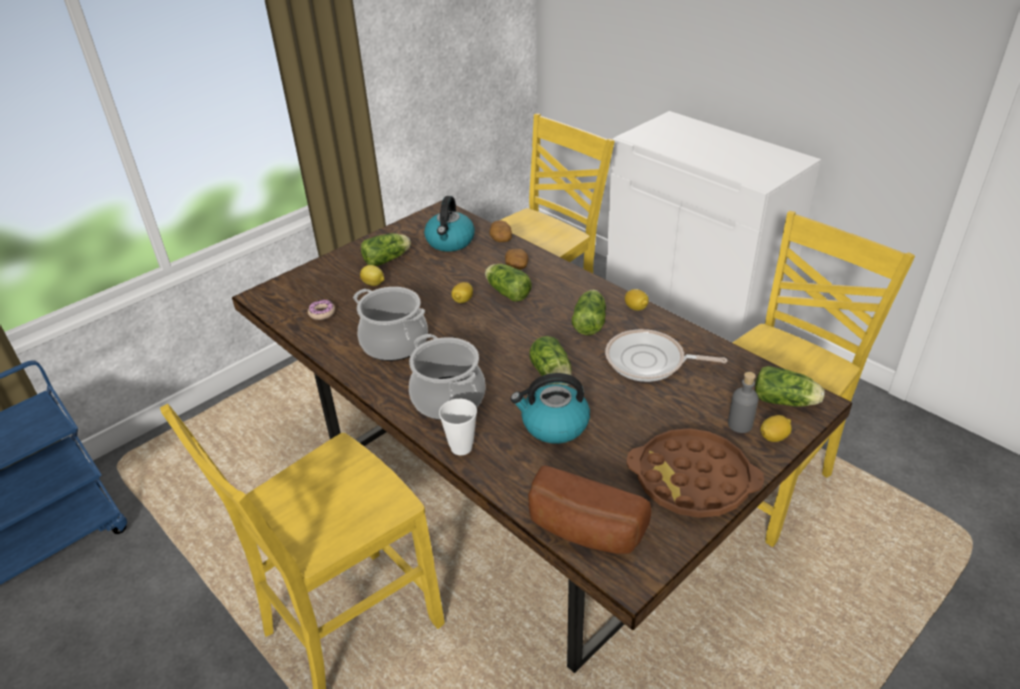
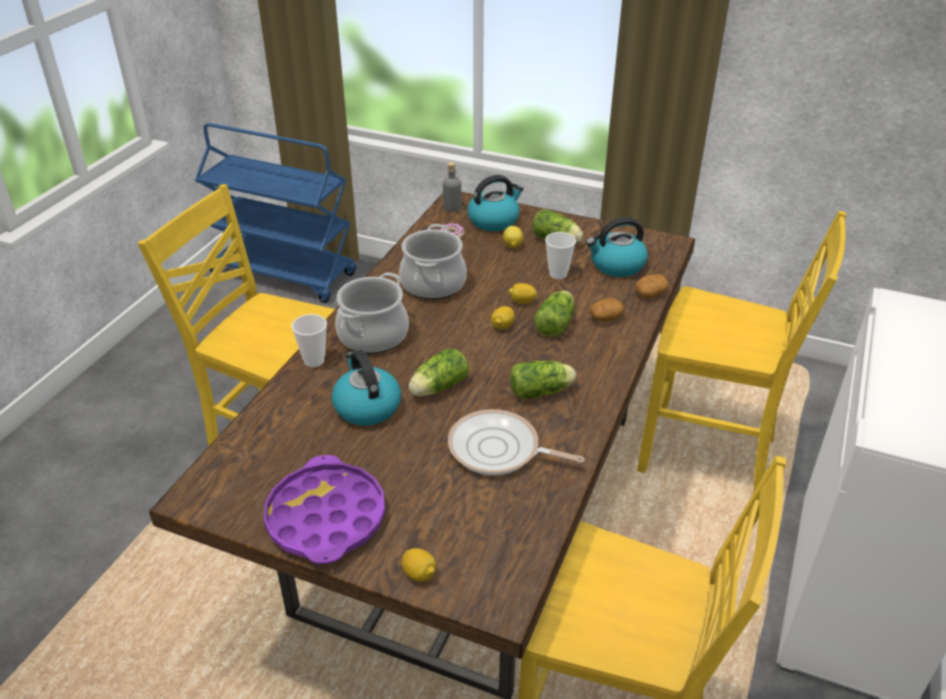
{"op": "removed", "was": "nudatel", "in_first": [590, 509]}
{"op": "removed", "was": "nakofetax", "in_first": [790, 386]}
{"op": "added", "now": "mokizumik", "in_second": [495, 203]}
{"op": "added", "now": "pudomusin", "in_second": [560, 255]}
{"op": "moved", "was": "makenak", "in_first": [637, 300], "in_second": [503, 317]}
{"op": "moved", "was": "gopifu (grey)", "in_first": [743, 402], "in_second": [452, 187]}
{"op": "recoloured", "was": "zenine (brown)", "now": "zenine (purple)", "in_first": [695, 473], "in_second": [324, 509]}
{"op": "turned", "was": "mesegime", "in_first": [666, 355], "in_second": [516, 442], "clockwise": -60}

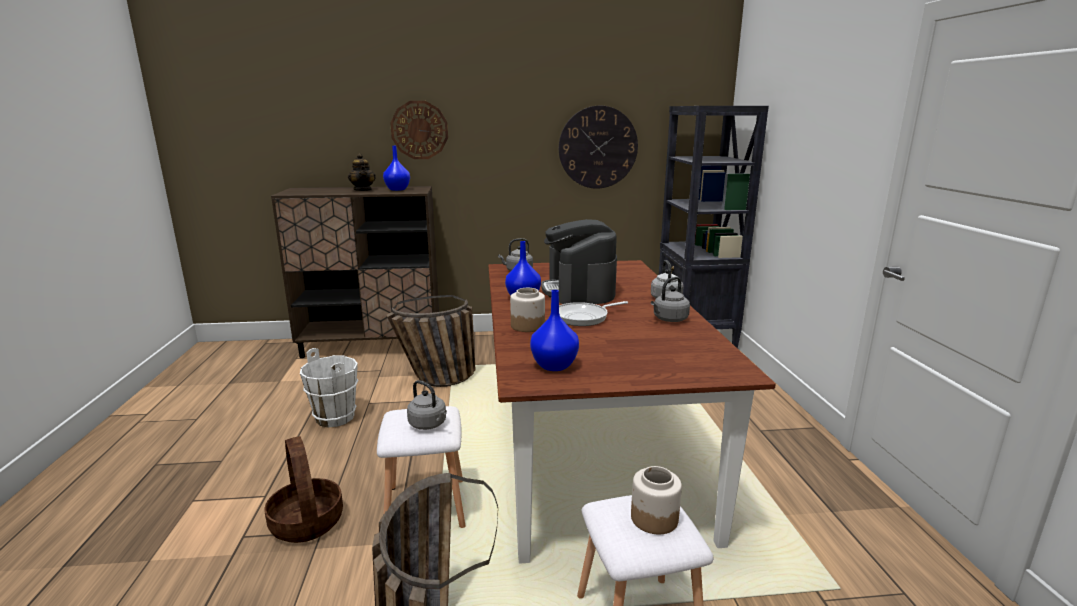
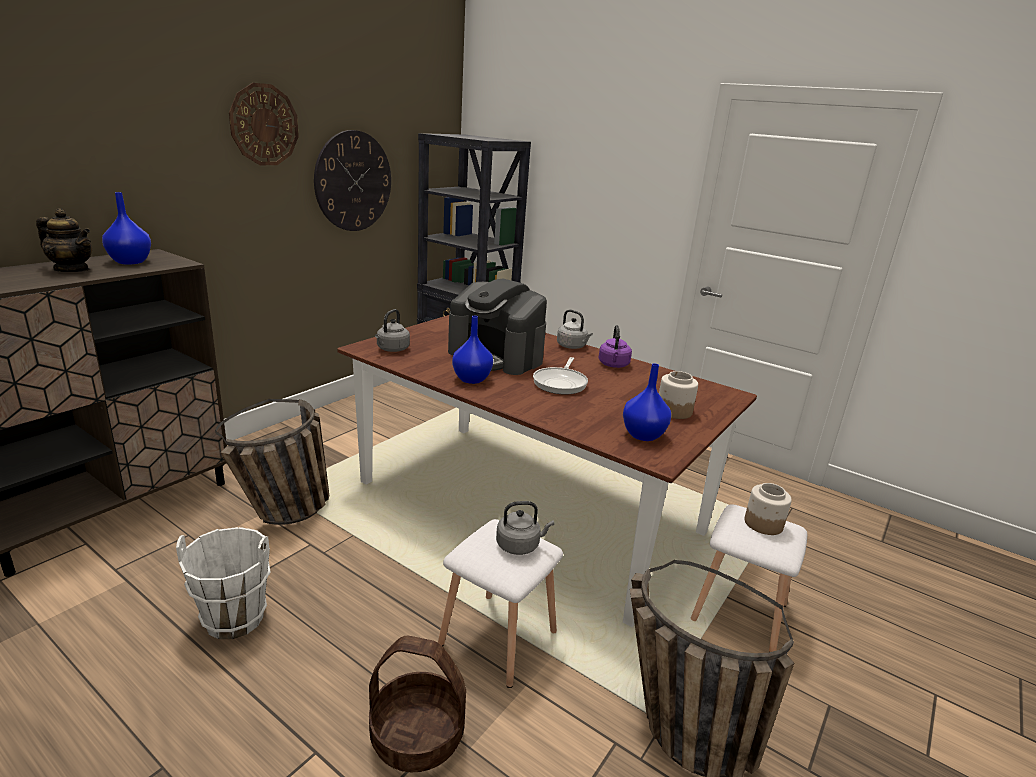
{"op": "moved", "was": "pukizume", "in_first": [419, 130], "in_second": [264, 124]}
{"op": "moved", "was": "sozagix", "in_first": [527, 310], "in_second": [678, 395]}
{"op": "recoloured", "was": "mokizumik (grey)", "now": "mokizumik (purple)", "in_first": [670, 299], "in_second": [615, 346]}

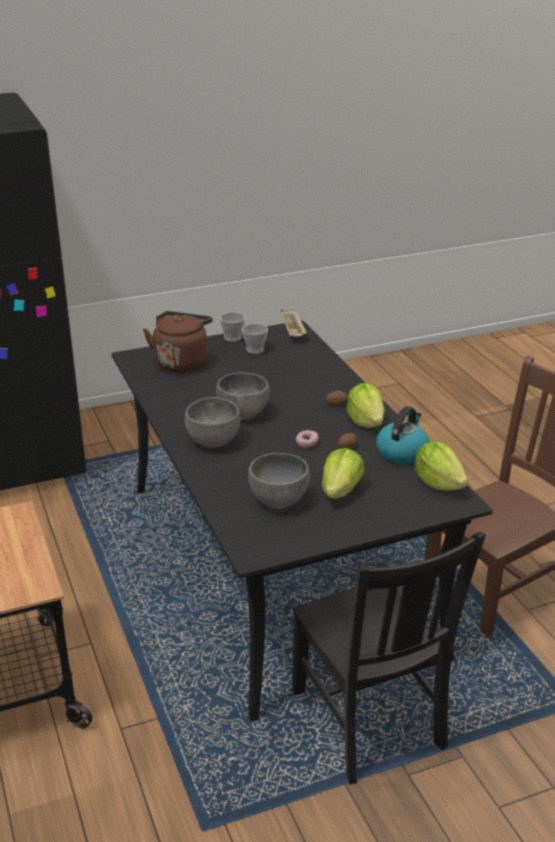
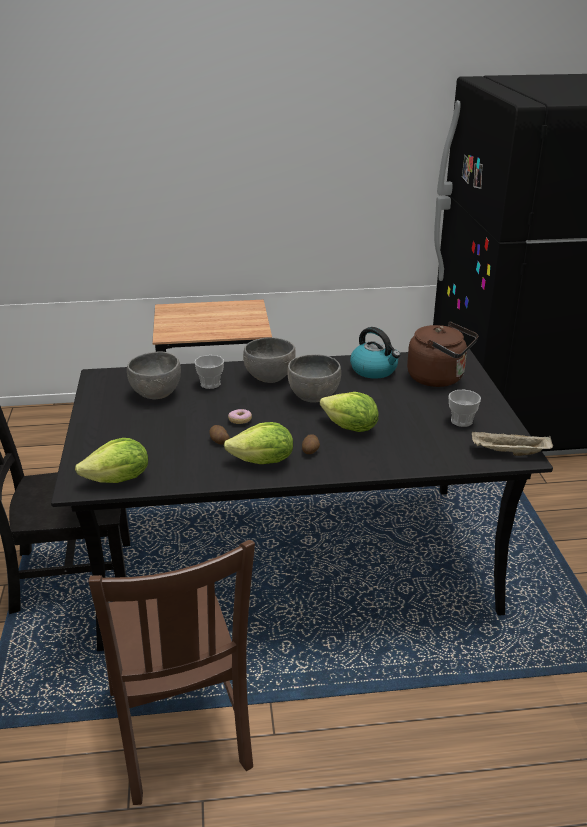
{"op": "moved", "was": "pudomusin", "in_first": [232, 327], "in_second": [209, 372]}
{"op": "moved", "was": "nakofetax", "in_first": [343, 473], "in_second": [349, 412]}
{"op": "moved", "was": "mokizumik", "in_first": [402, 435], "in_second": [375, 353]}

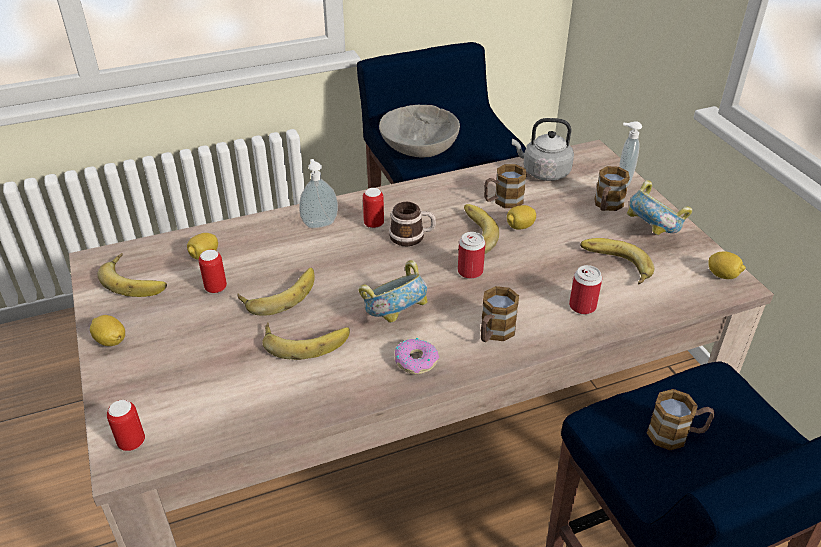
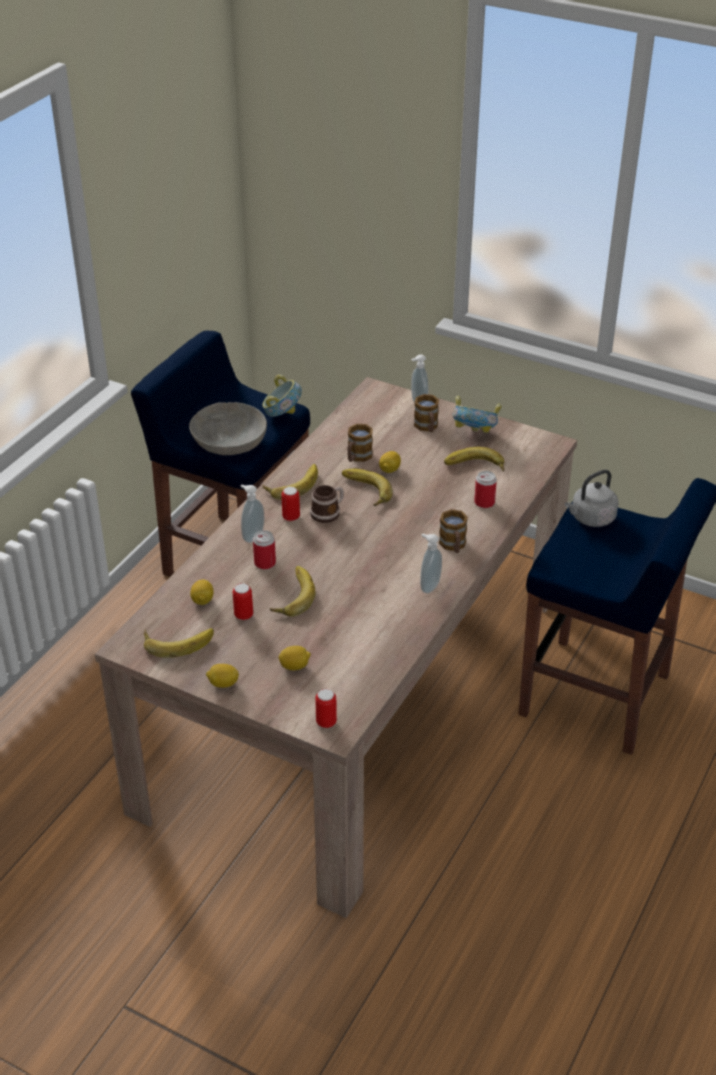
{"op": "removed", "was": "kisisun", "in_first": [680, 419]}
{"op": "moved", "was": "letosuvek", "in_first": [306, 341], "in_second": [290, 482]}
{"op": "moved", "was": "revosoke", "in_first": [393, 291], "in_second": [282, 396]}
{"op": "moved", "was": "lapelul", "in_first": [471, 255], "in_second": [264, 549]}
{"op": "moved", "was": "mokizumik (grey)", "in_first": [543, 149], "in_second": [592, 498]}
{"op": "moved", "was": "makenak", "in_first": [727, 265], "in_second": [295, 658]}
{"op": "replaced", "was": "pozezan", "now": "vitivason", "in_first": [417, 356], "in_second": [431, 563]}

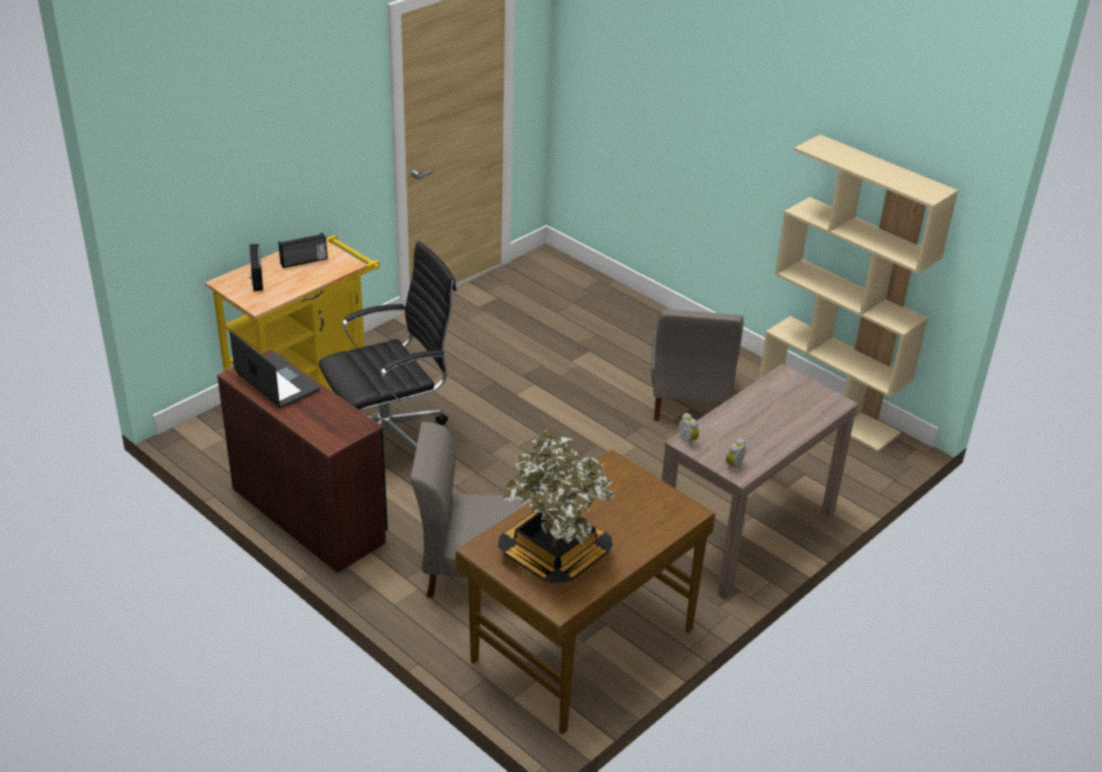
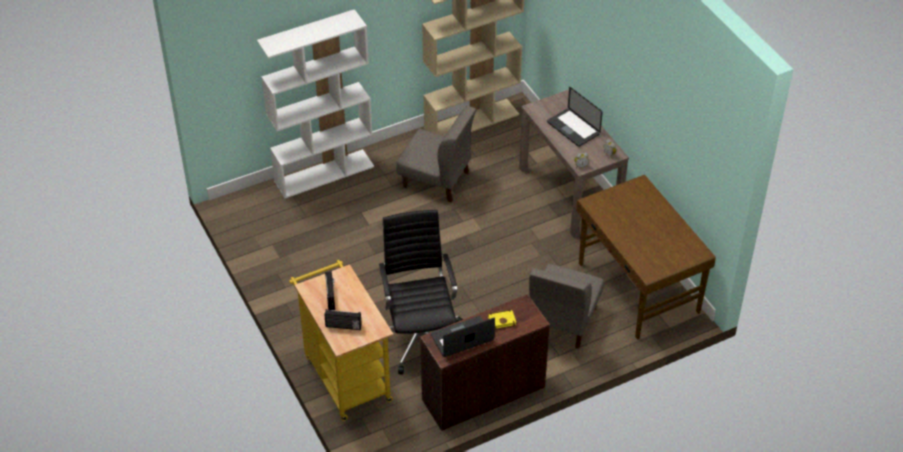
{"op": "removed", "was": "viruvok", "in_first": [556, 506]}
{"op": "added", "now": "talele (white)", "in_second": [315, 103]}
{"op": "added", "now": "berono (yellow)", "in_second": [502, 319]}
{"op": "added", "now": "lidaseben", "in_second": [575, 117]}

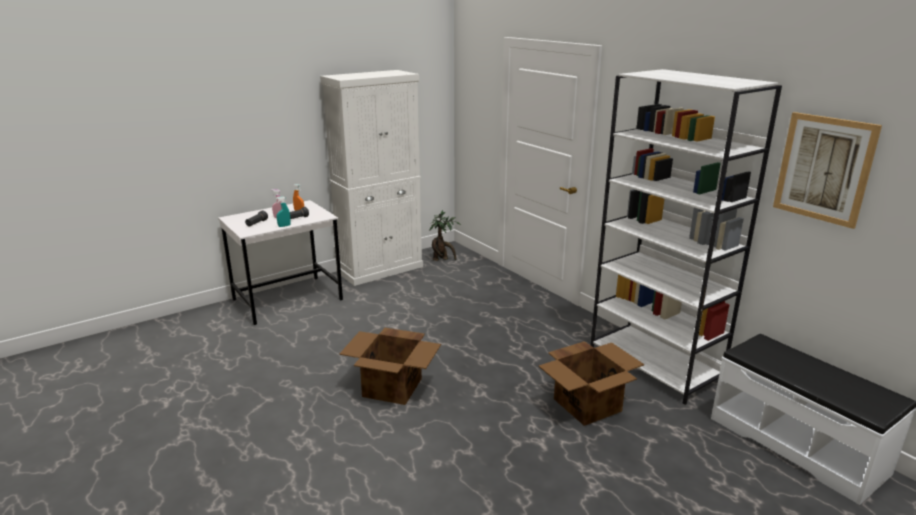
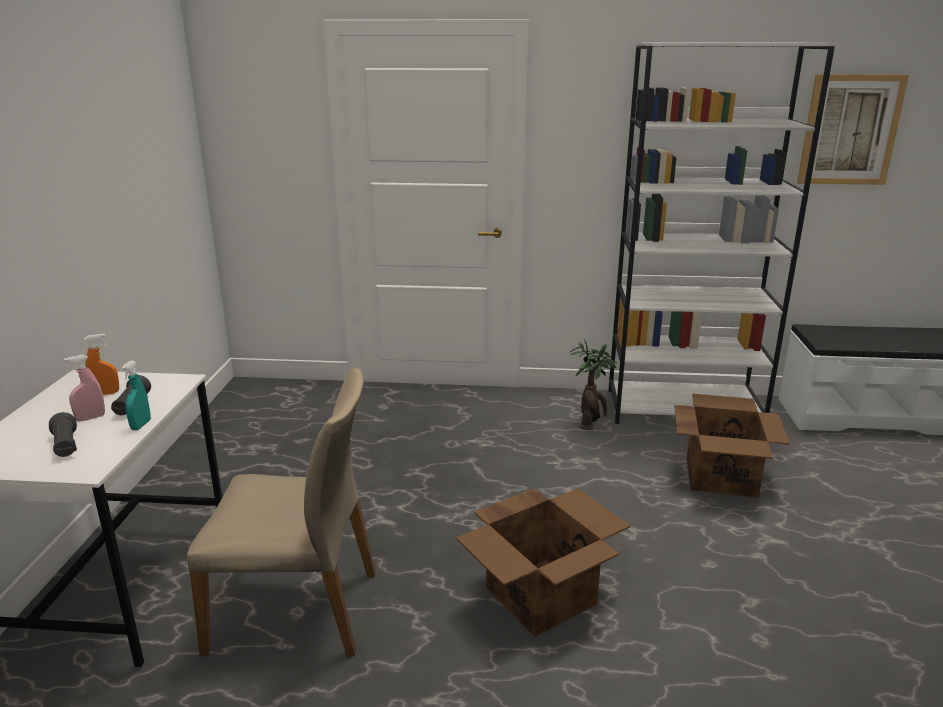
{"op": "removed", "was": "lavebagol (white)", "in_first": [371, 178]}
{"op": "added", "now": "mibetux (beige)", "in_second": [281, 512]}
{"op": "moved", "was": "viruvok", "in_first": [445, 235], "in_second": [593, 384]}

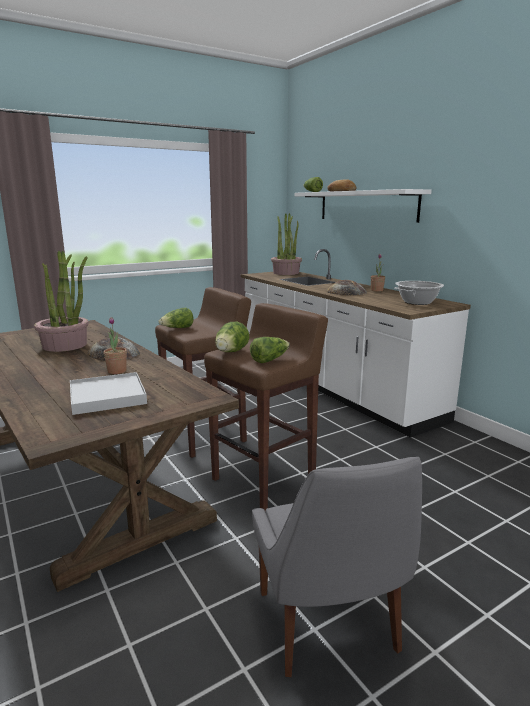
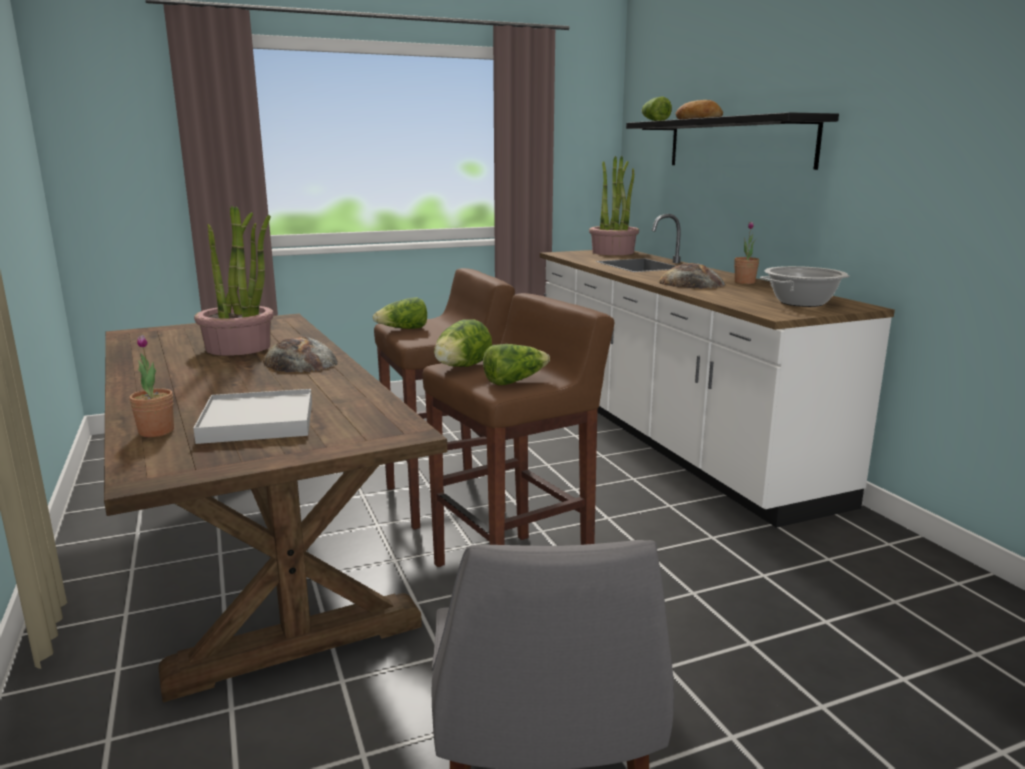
{"op": "moved", "was": "viruvok", "in_first": [115, 345], "in_second": [151, 386]}
{"op": "recoloured", "was": "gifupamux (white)", "now": "gifupamux (black)", "in_first": [363, 206], "in_second": [732, 141]}

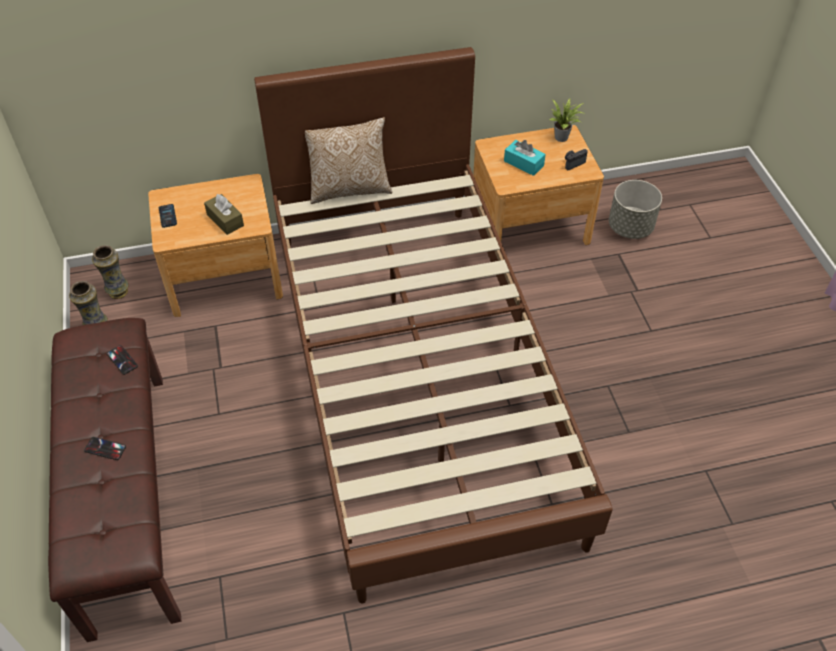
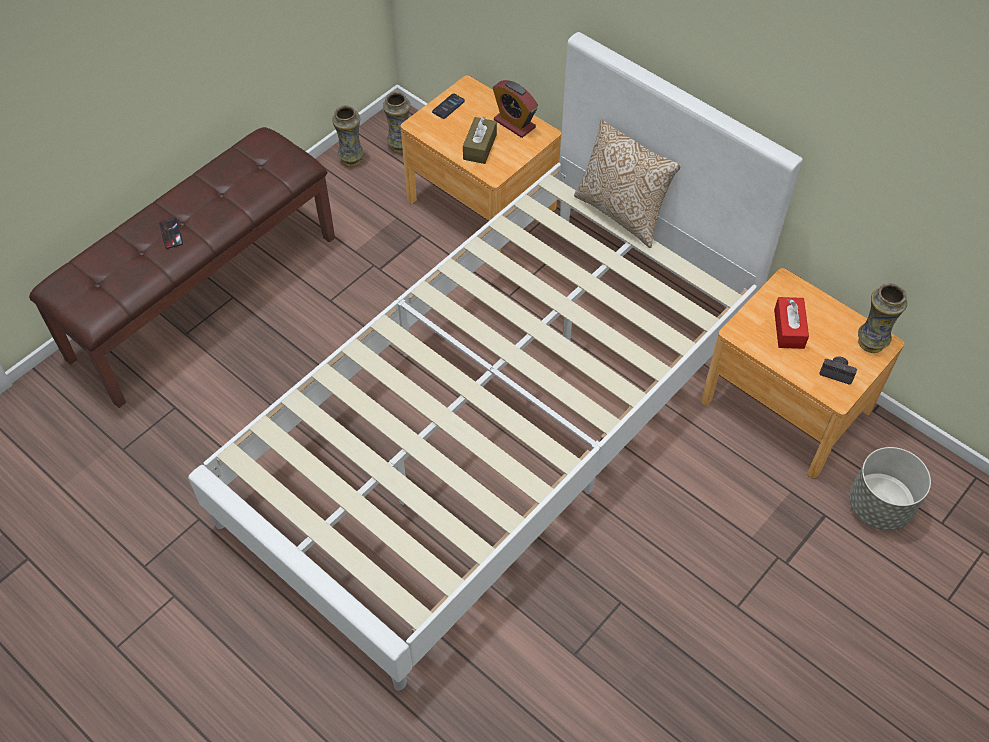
{"op": "removed", "was": "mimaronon", "in_first": [122, 360]}
{"op": "added", "now": "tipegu", "in_second": [515, 109]}
{"op": "replaced", "was": "viruvok", "now": "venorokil", "in_first": [566, 120], "in_second": [882, 318]}
{"op": "recoloured", "was": "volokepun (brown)", "now": "volokepun (white)", "in_first": [433, 325], "in_second": [495, 361]}
{"op": "recoloured", "was": "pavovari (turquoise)", "now": "pavovari (red)", "in_first": [525, 158], "in_second": [791, 323]}

